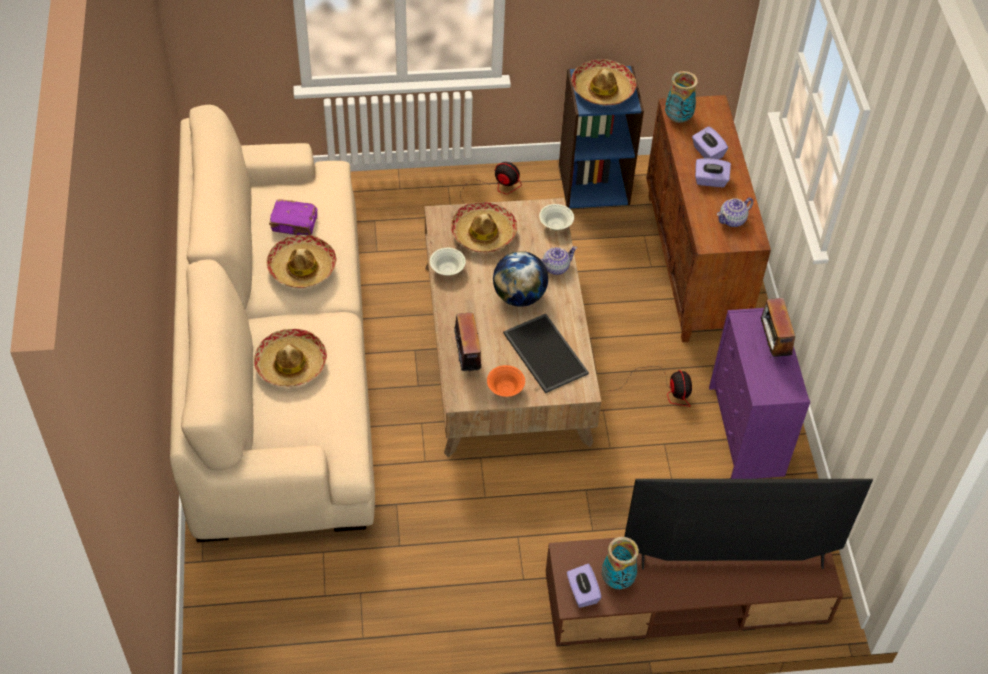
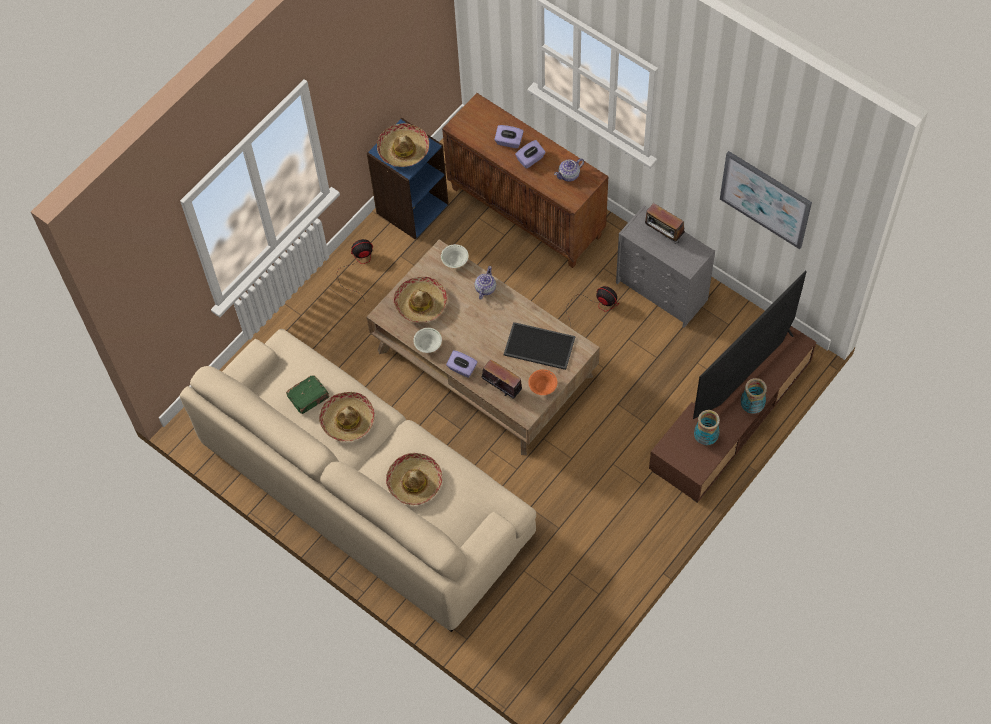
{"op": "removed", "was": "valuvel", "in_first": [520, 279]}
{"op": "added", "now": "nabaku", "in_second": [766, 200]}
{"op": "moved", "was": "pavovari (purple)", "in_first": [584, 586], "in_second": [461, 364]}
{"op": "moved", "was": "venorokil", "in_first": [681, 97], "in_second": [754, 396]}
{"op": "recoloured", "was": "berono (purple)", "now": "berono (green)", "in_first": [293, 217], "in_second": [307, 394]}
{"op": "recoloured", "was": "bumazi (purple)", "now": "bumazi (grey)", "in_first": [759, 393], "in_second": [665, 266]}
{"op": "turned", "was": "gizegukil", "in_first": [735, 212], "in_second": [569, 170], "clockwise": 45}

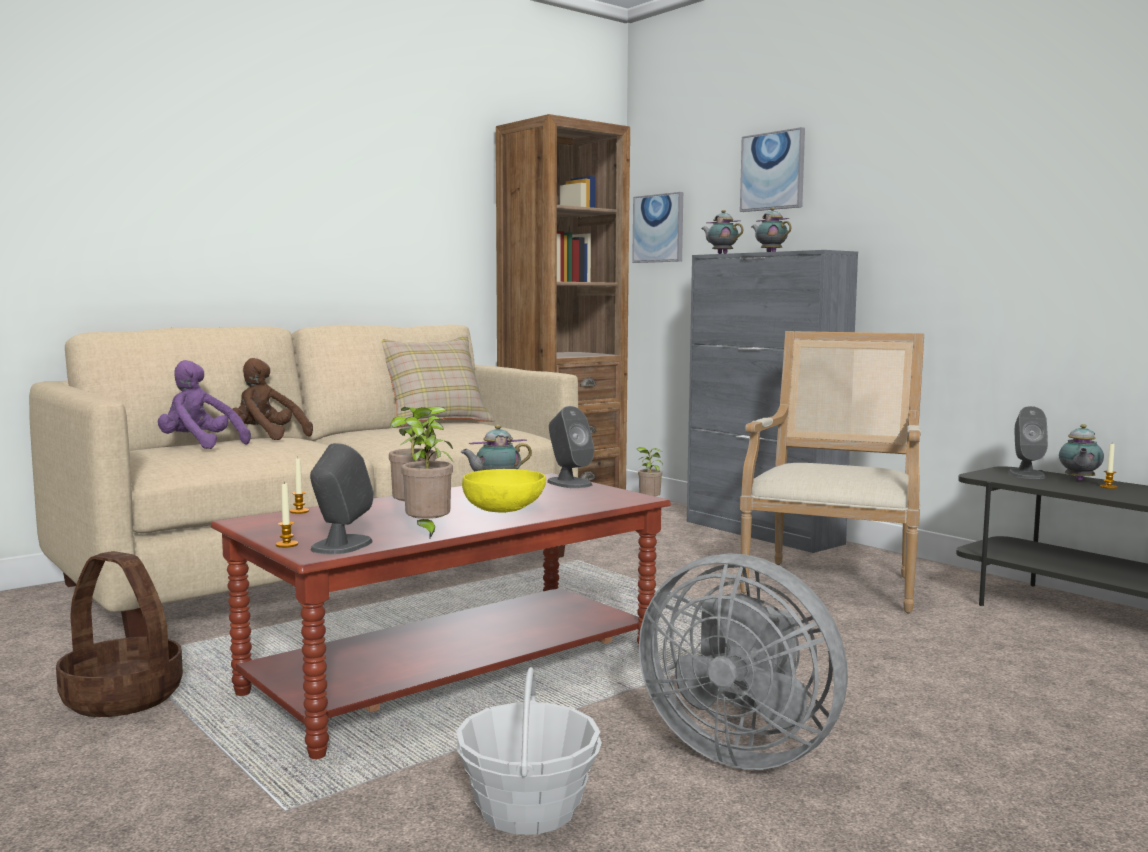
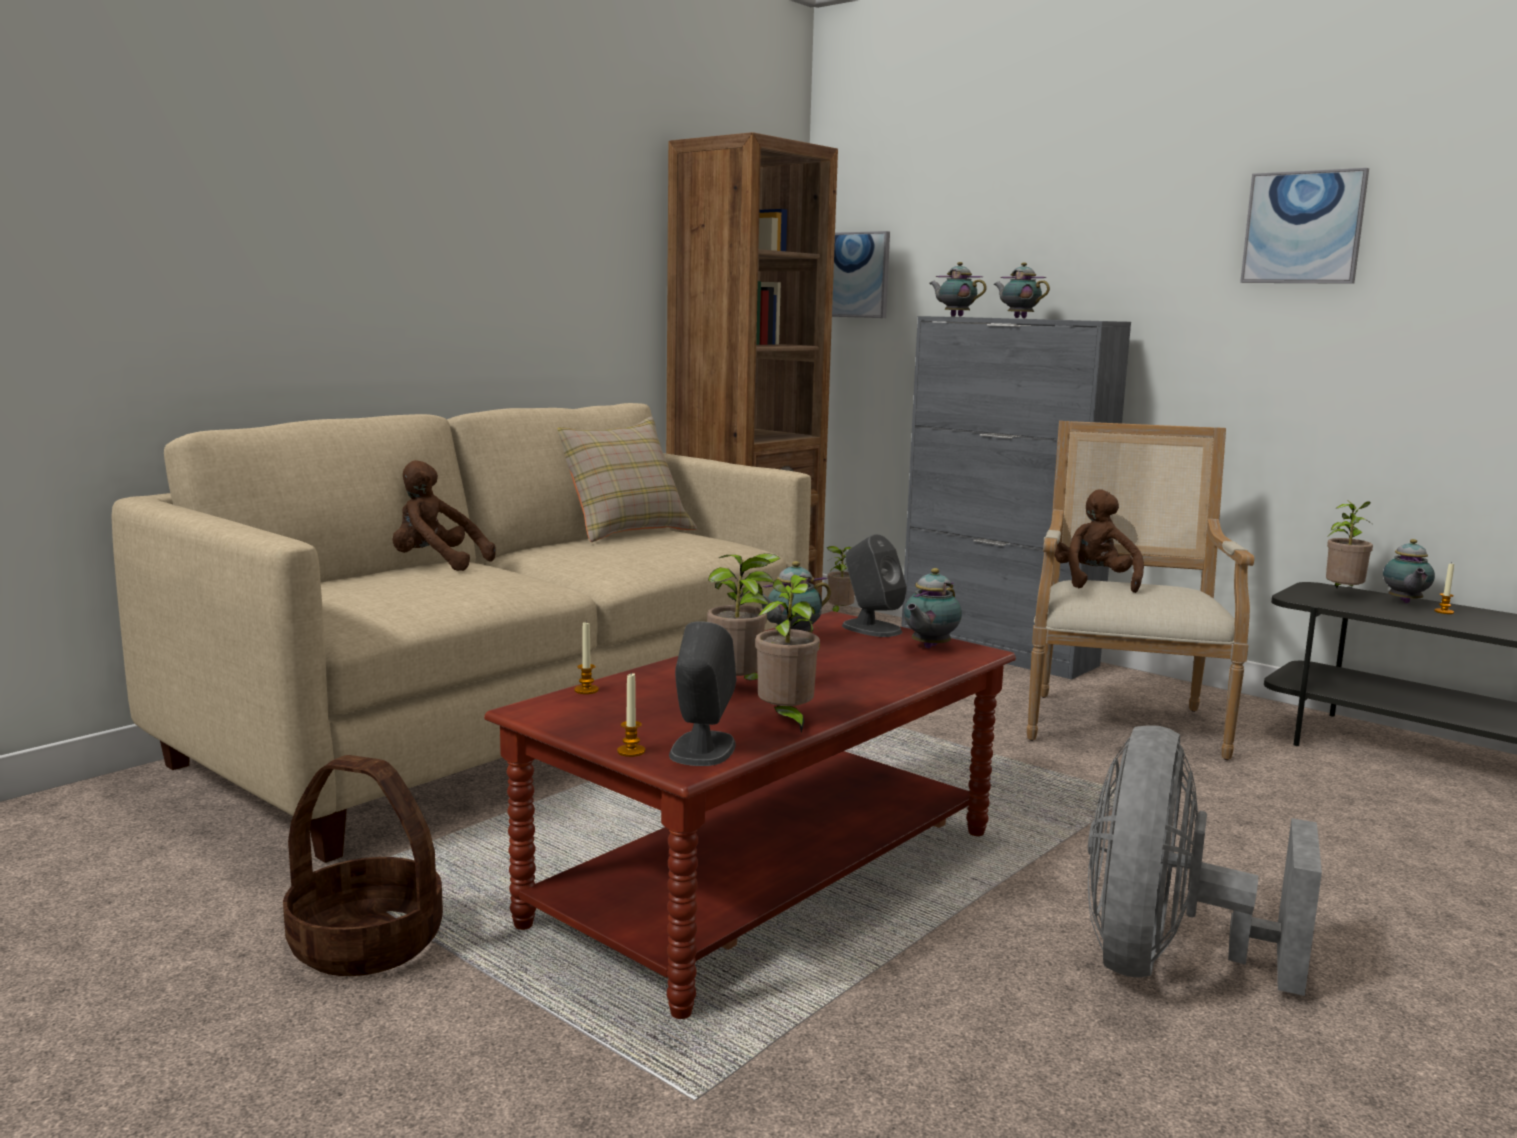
{"op": "removed", "was": "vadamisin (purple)", "in_first": [204, 404]}
{"op": "removed", "was": "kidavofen", "in_first": [529, 751]}
{"op": "removed", "was": "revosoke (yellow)", "in_first": [504, 491]}
{"op": "added", "now": "gizegukil", "in_second": [933, 608]}
{"op": "added", "now": "vadamisin (brown)", "in_second": [1099, 541]}
{"op": "moved", "was": "nabaku", "in_first": [772, 169], "in_second": [1304, 226]}
{"op": "replaced", "was": "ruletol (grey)", "now": "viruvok", "in_first": [1028, 442], "in_second": [1349, 544]}
{"op": "turned", "was": "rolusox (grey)", "in_first": [743, 661], "in_second": [1205, 860], "clockwise": 90}

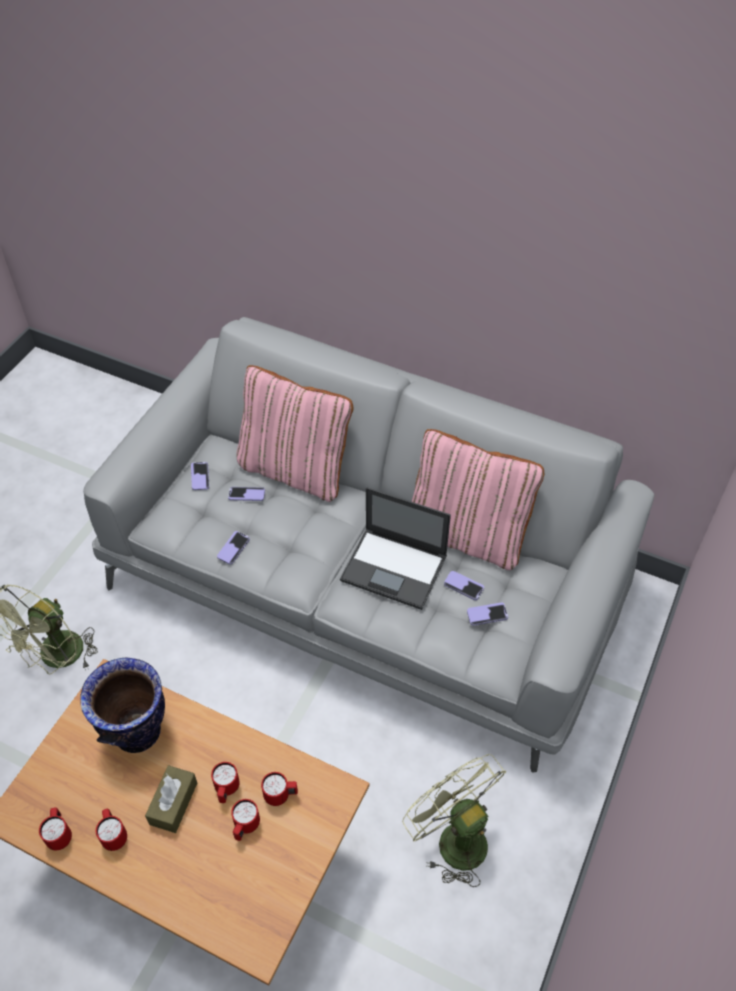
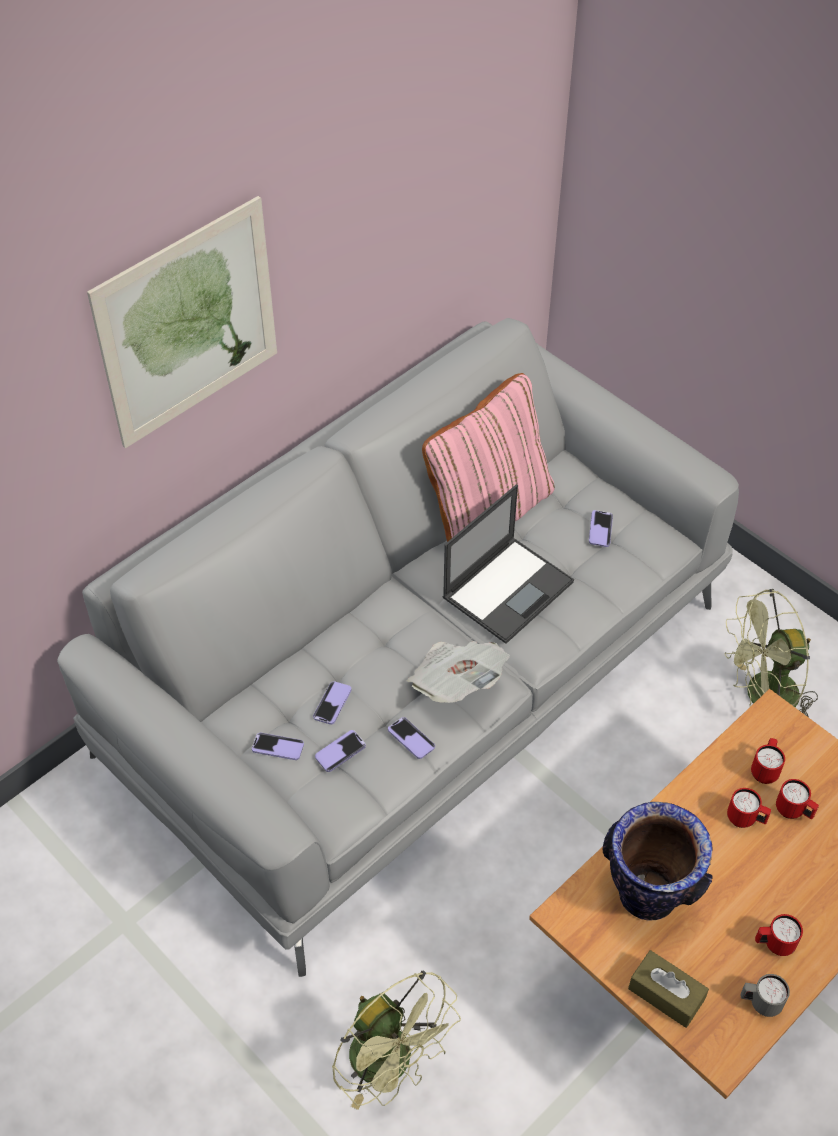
{"op": "removed", "was": "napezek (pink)", "in_first": [295, 433]}
{"op": "added", "now": "nabaku", "in_second": [182, 322]}
{"op": "added", "now": "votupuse", "in_second": [458, 672]}
{"op": "moved", "was": "pavovari (brown)", "in_first": [171, 799], "in_second": [668, 989]}
{"op": "moved", "was": "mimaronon", "in_first": [464, 585], "in_second": [340, 751]}
{"op": "recoloured", "was": "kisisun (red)", "now": "kisisun (grey)", "in_first": [55, 828], "in_second": [765, 995]}

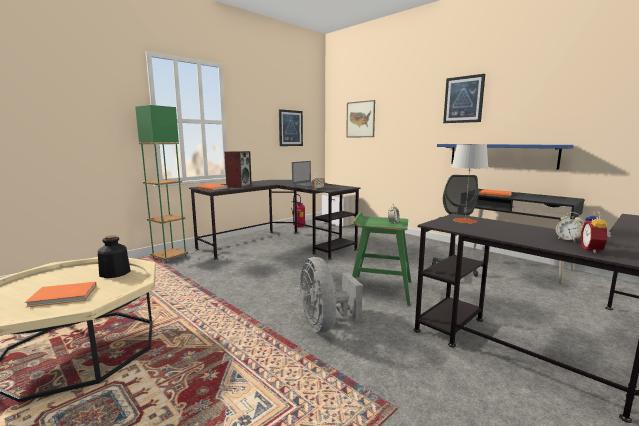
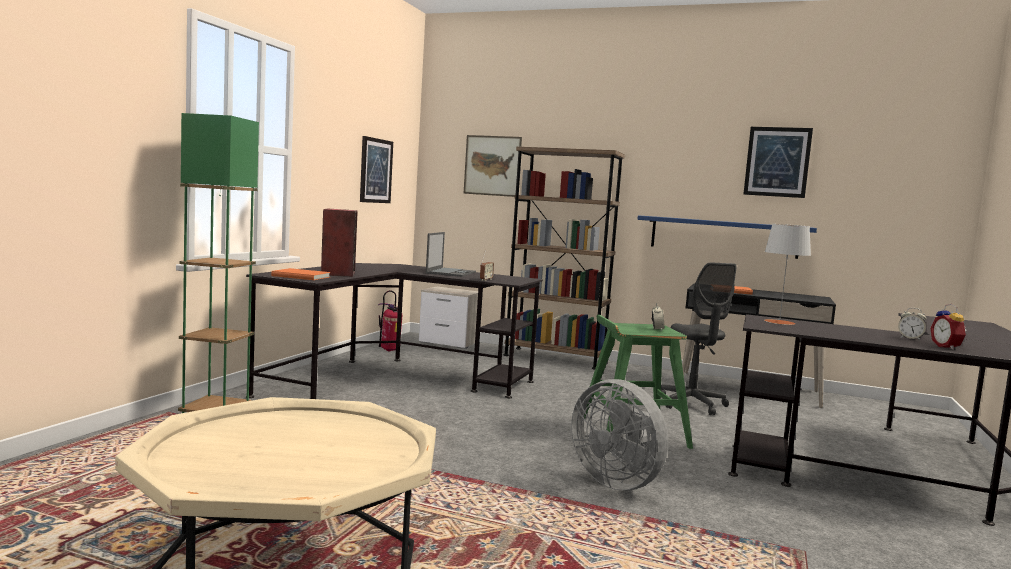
{"op": "removed", "was": "berono (orange)", "in_first": [61, 294]}
{"op": "removed", "was": "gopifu", "in_first": [114, 256]}
{"op": "added", "now": "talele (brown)", "in_second": [564, 258]}
{"op": "moved", "was": "nabaku", "in_first": [464, 98], "in_second": [778, 162]}

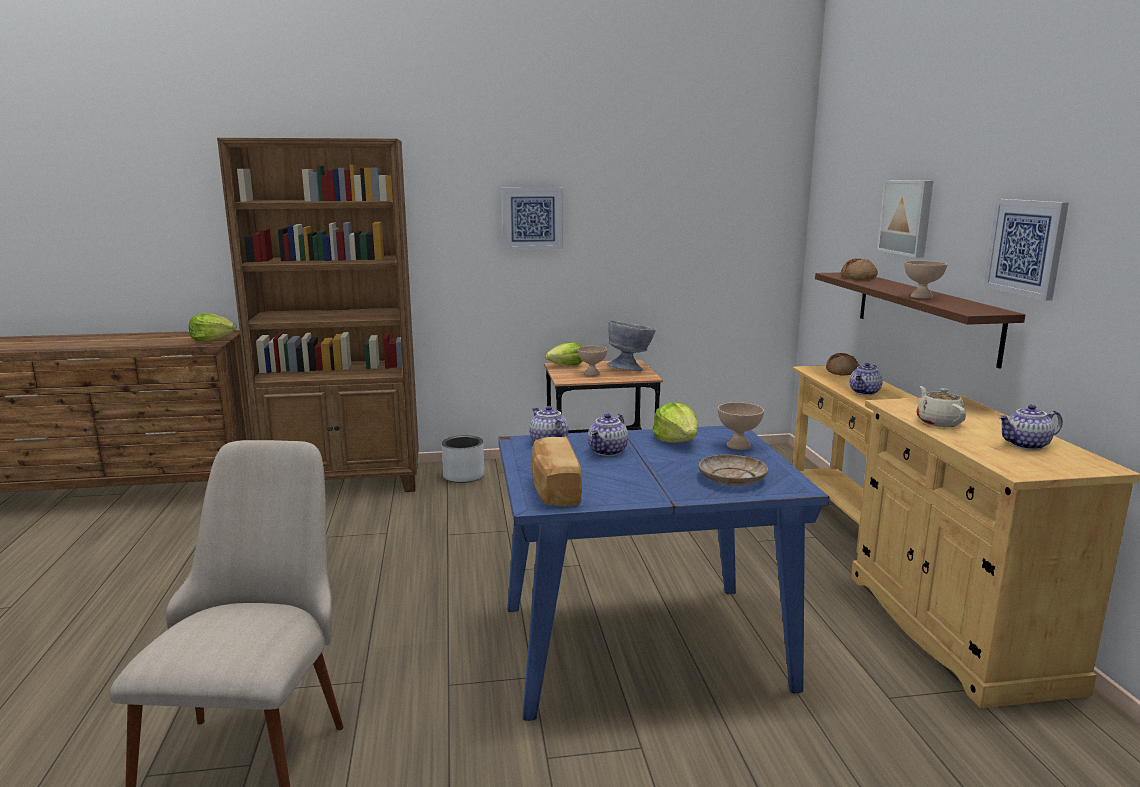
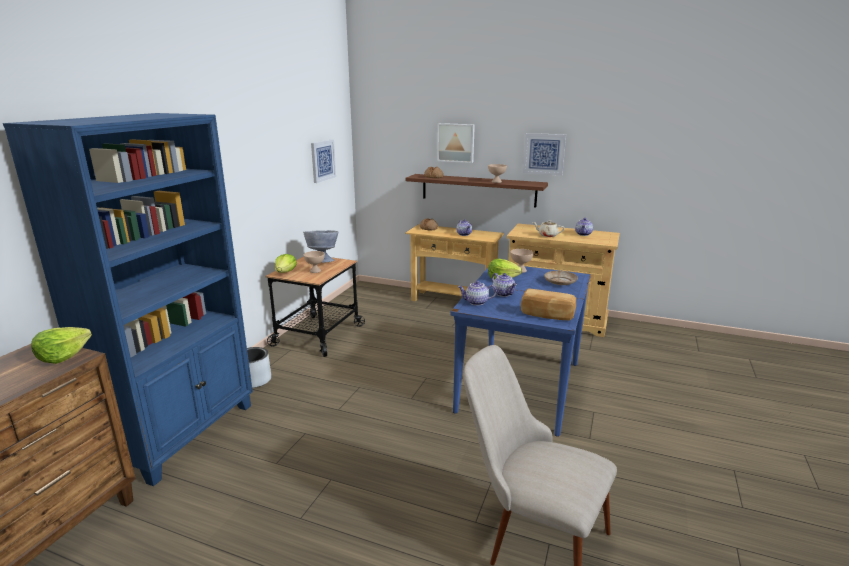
{"op": "moved", "was": "nabaku", "in_first": [532, 219], "in_second": [323, 161]}
{"op": "recoloured", "was": "talele (brown)", "now": "talele (blue)", "in_first": [318, 315], "in_second": [128, 299]}

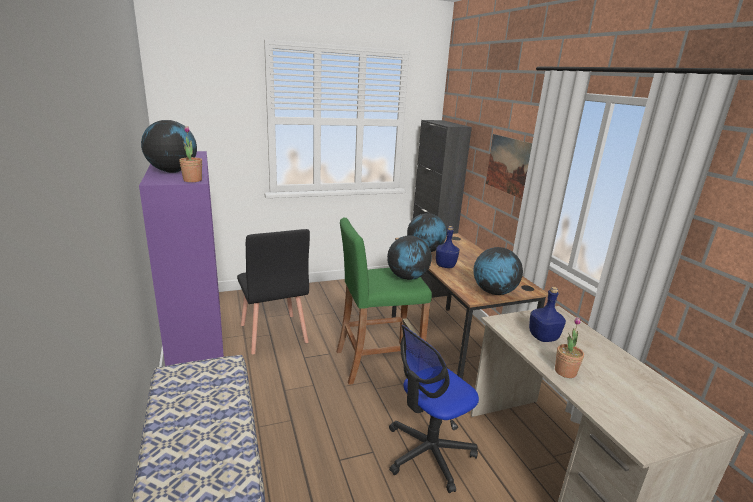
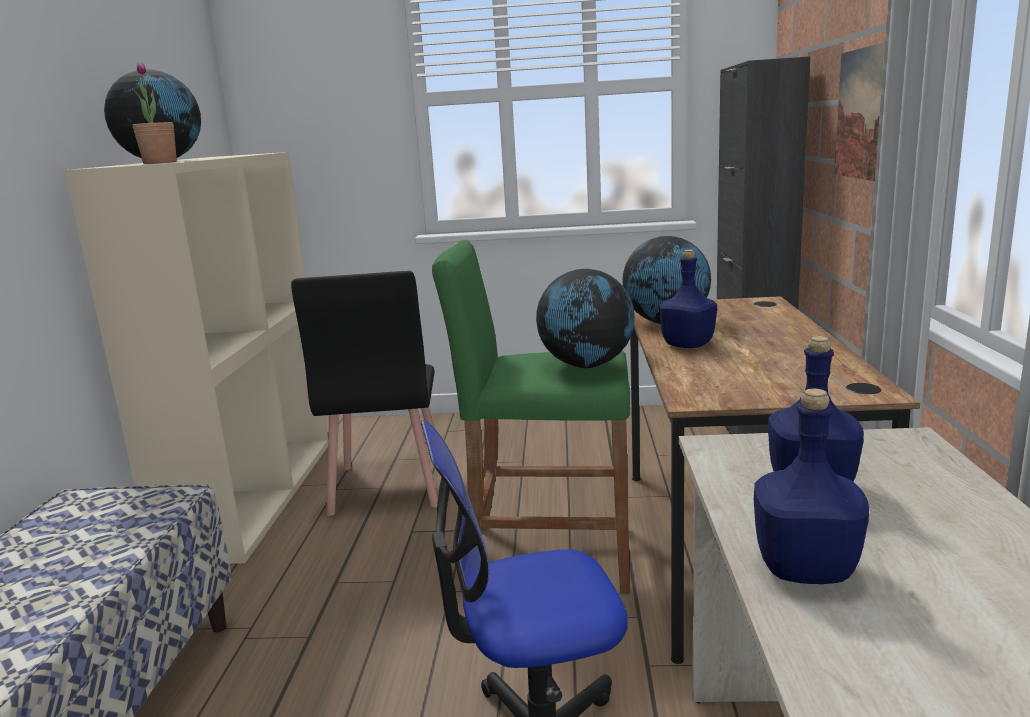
{"op": "removed", "was": "valuvel", "in_first": [498, 271]}
{"op": "replaced", "was": "viruvok", "now": "gopifu (blue)", "in_first": [569, 347], "in_second": [811, 486]}
{"op": "recoloured", "was": "talele (purple)", "now": "talele (beige)", "in_first": [181, 258], "in_second": [196, 358]}

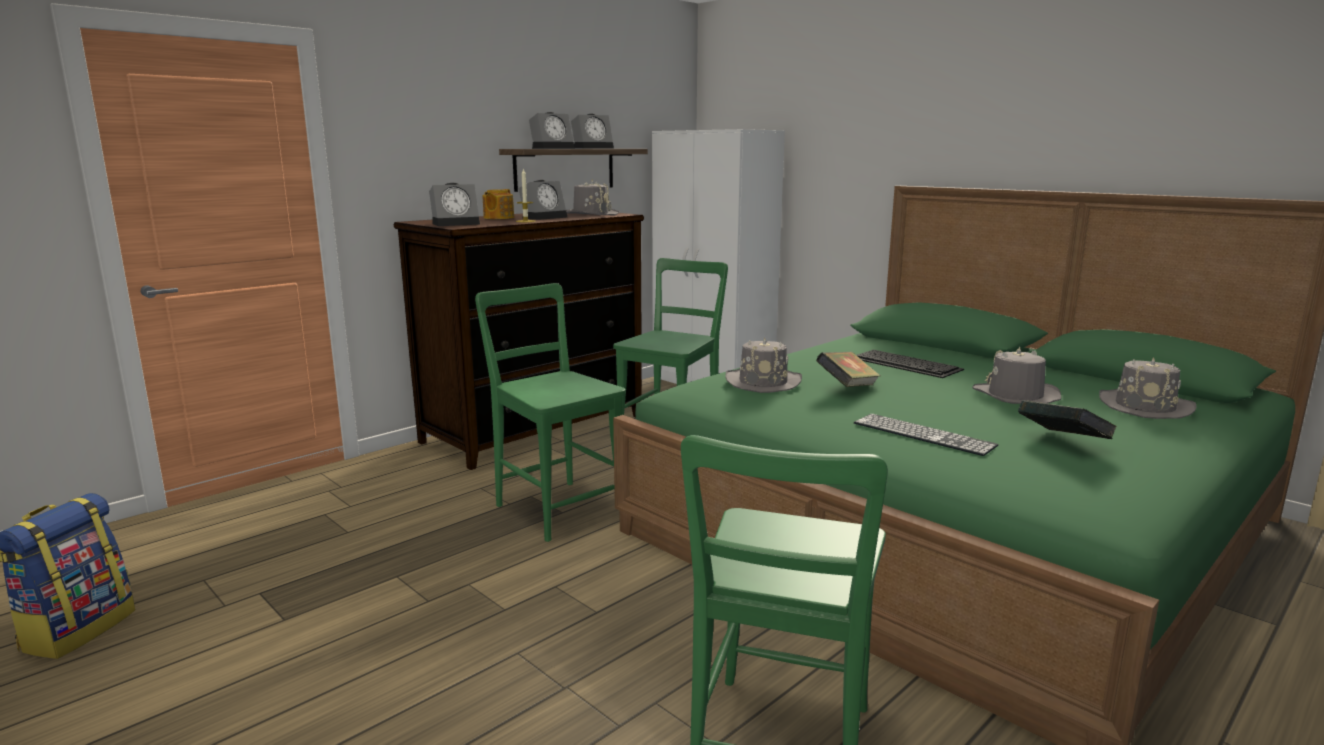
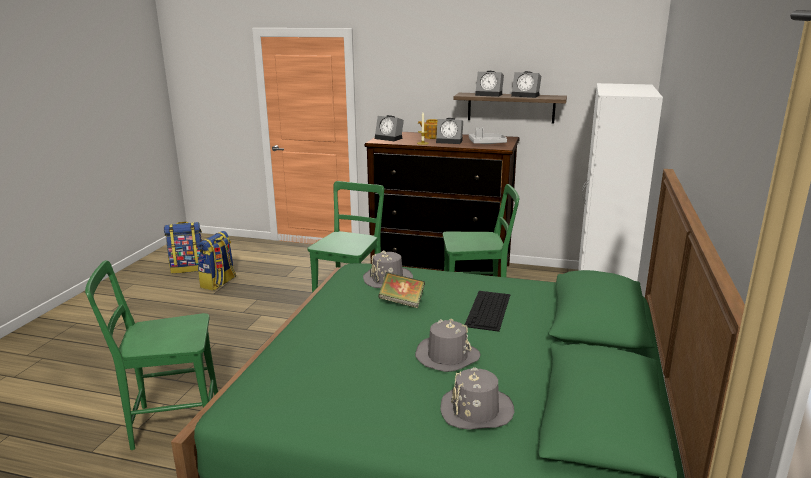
{"op": "removed", "was": "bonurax", "in_first": [926, 435]}
{"op": "removed", "was": "berono", "in_first": [1067, 419]}
{"op": "added", "now": "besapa", "in_second": [216, 261]}
{"op": "replaced", "was": "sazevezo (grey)", "now": "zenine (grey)", "in_first": [592, 197], "in_second": [488, 136]}

